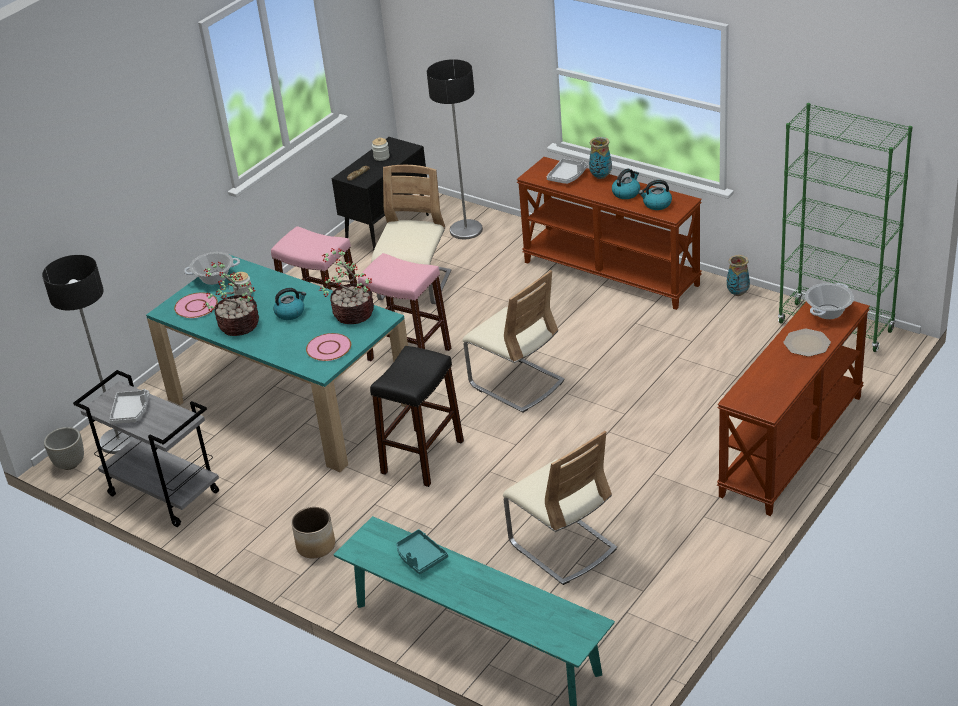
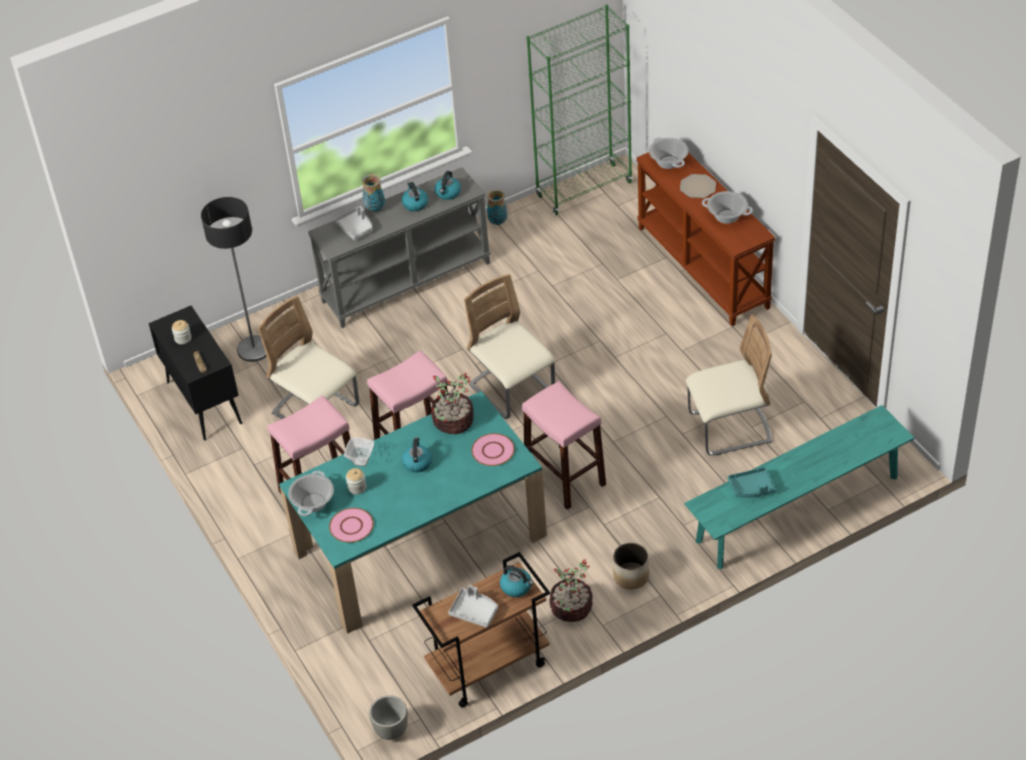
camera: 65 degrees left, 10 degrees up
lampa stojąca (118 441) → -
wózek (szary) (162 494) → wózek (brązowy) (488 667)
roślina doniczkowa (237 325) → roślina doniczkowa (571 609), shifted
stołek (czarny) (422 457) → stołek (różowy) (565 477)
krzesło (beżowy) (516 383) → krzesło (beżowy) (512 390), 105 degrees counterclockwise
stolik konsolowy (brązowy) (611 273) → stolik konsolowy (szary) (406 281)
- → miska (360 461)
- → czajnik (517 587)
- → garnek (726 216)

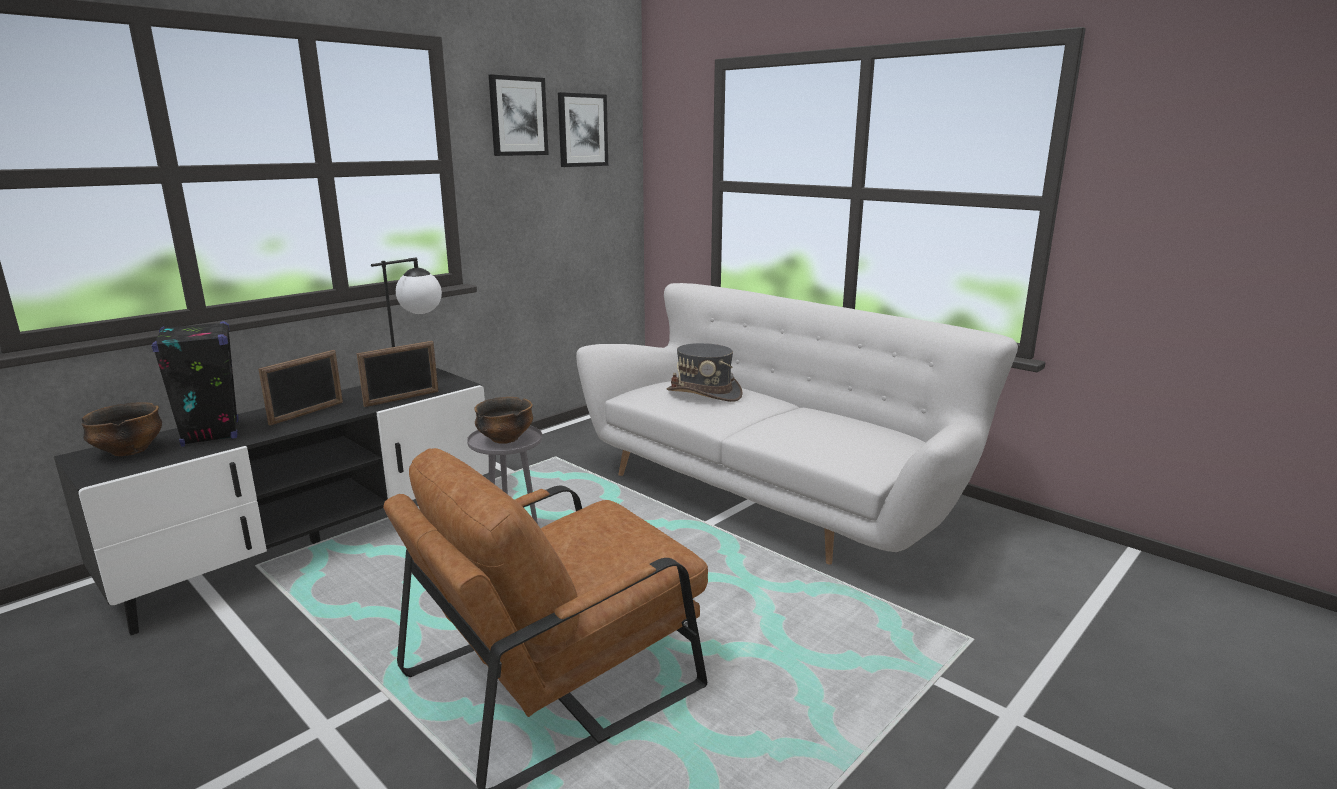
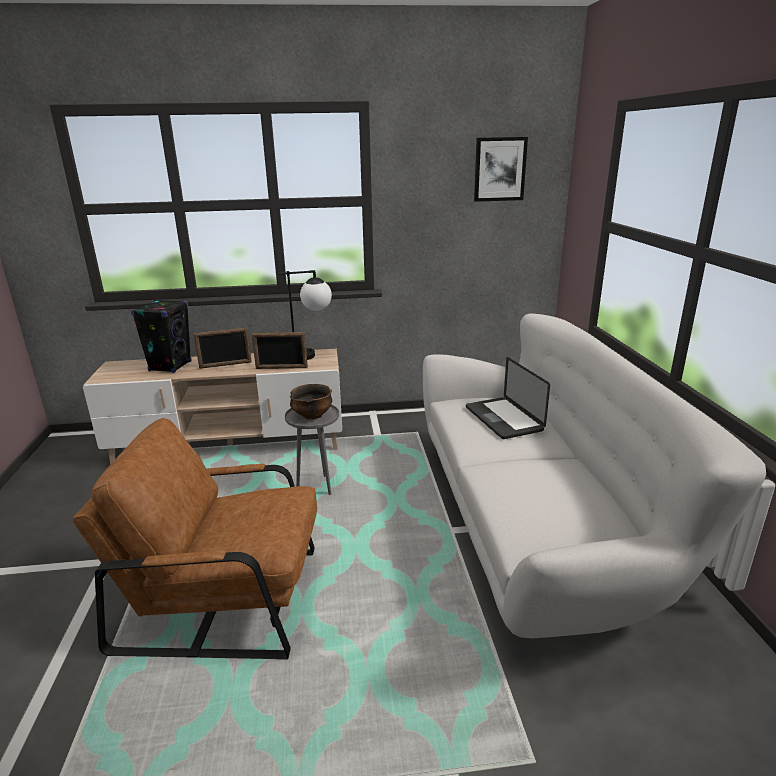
camera: 40 degrees right, 5 degrees up
szafka pod telewizor (czarny) (317 542) → szafka pod telewizor (beżowy) (230 445)
miska (129 451) → -
obraz (518 116) → -
kapelusz (szary) (704 393) → laptop (503 419)

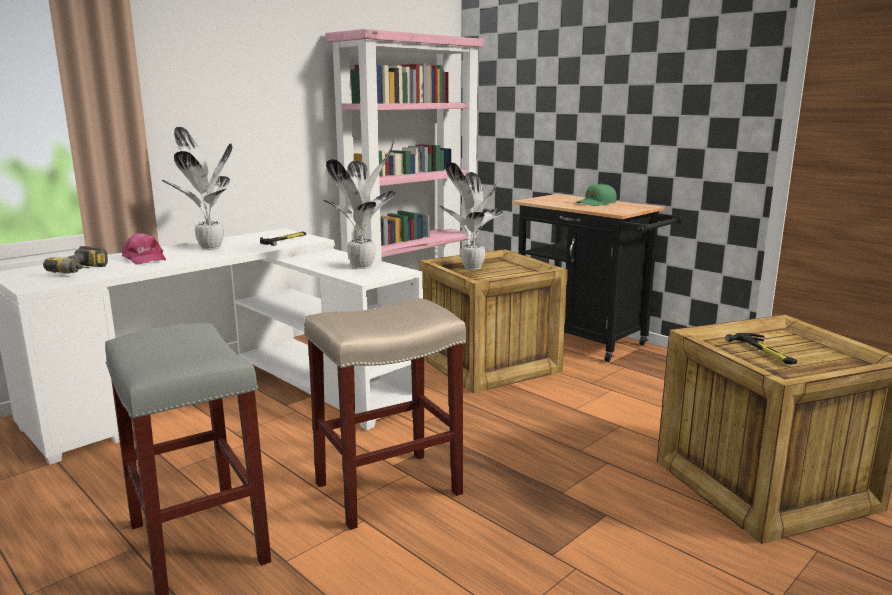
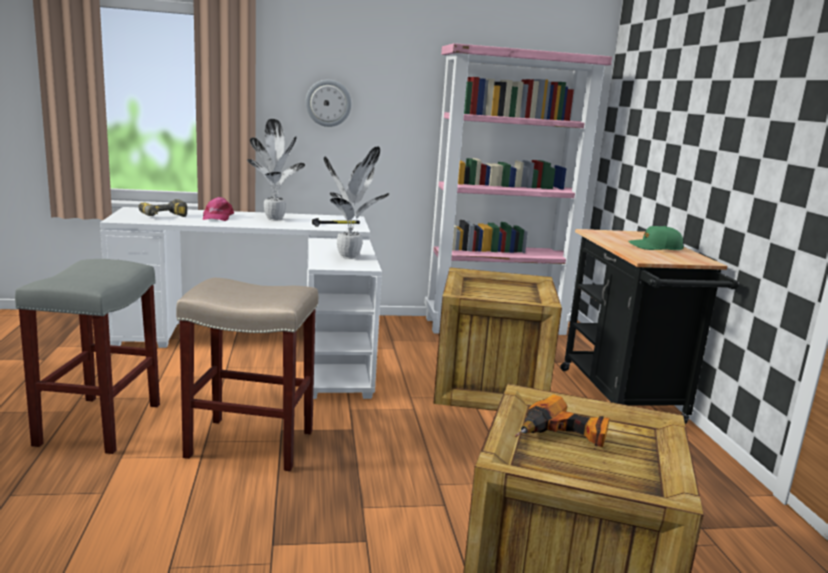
camera: 35 degrees right, 0 degrees up
roślina doniczkowa (470 268) → -
młotek (764 351) → wiertarka (563 437)
- → zegar ścienny (328 103)

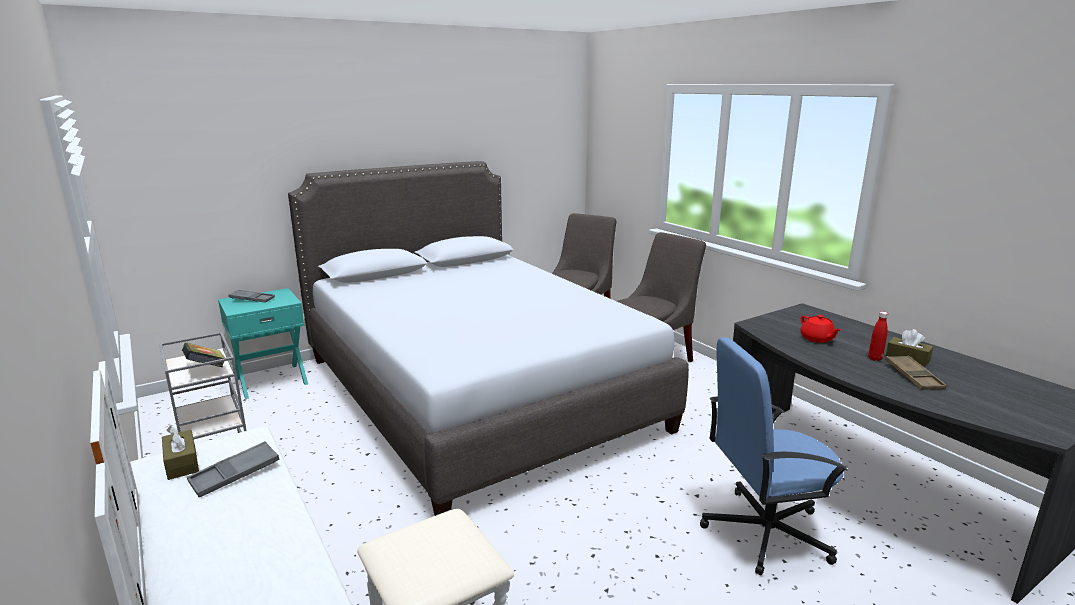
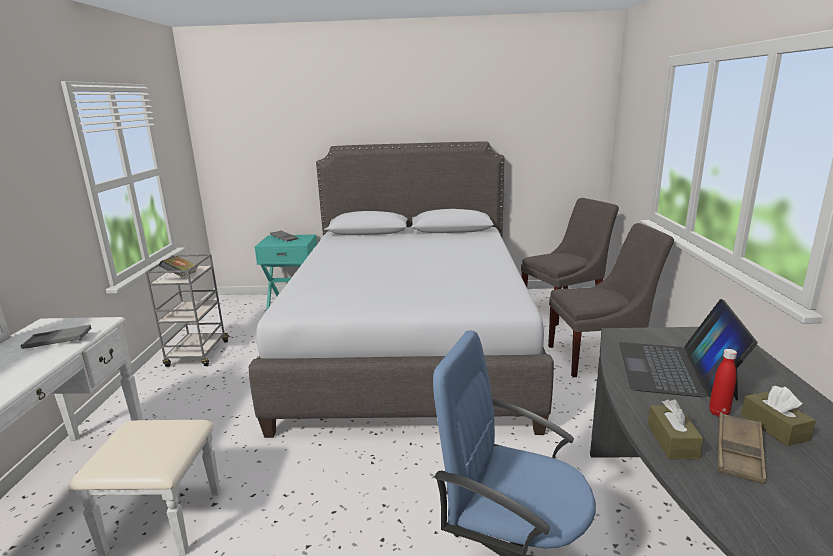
camera: 35 degrees right, 0 degrees up
pudełko chusteczek (brązowy) (182 463) → pudełko chusteczek (brązowy) (672 441), shifted
imbryk (czerwony) (817 339) → laptop (675 369)

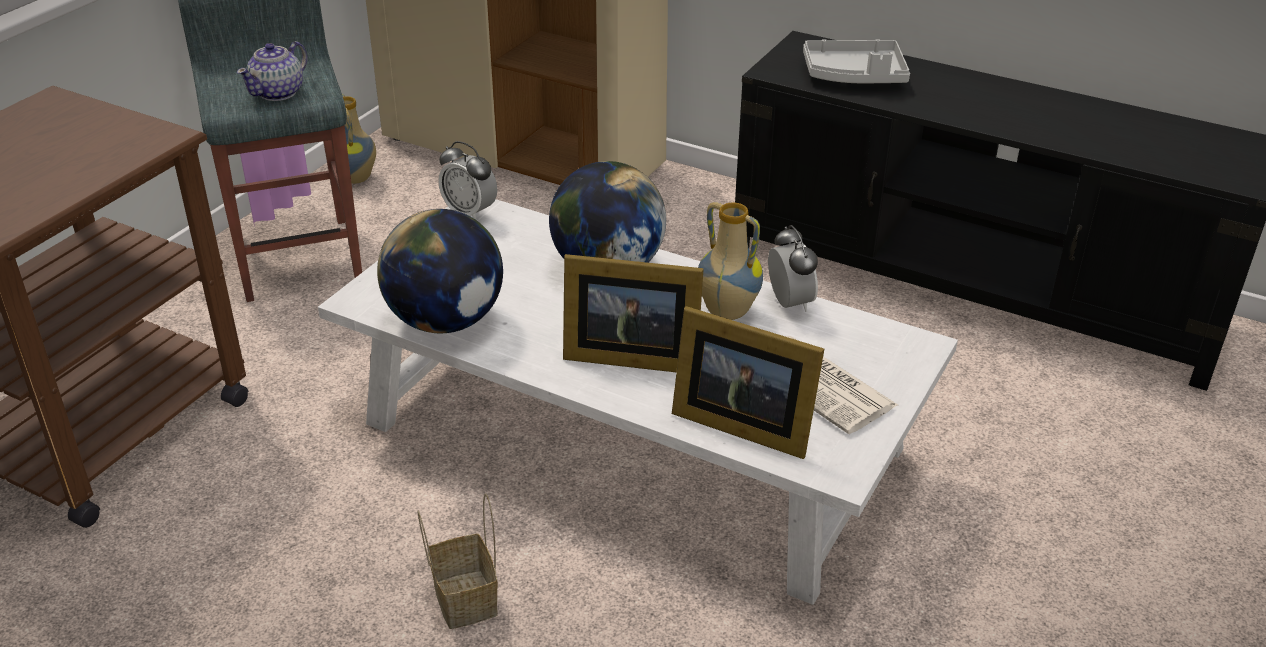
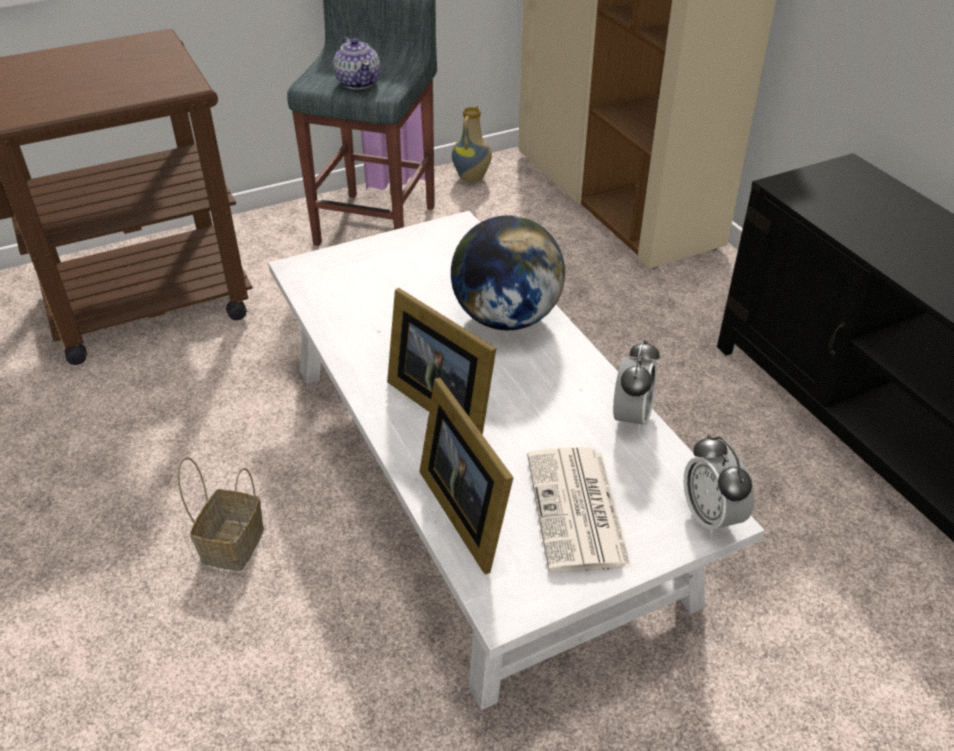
camera: 35 degrees right, 5 degrees up
imbryk (278 93) → imbryk (358 82), 90 degrees counterclockwise
globus (446 321) → -
budzik (470 212) → budzik (711 517), shifted
wazon (726 312) → -
taca (szary) (854 76) → -

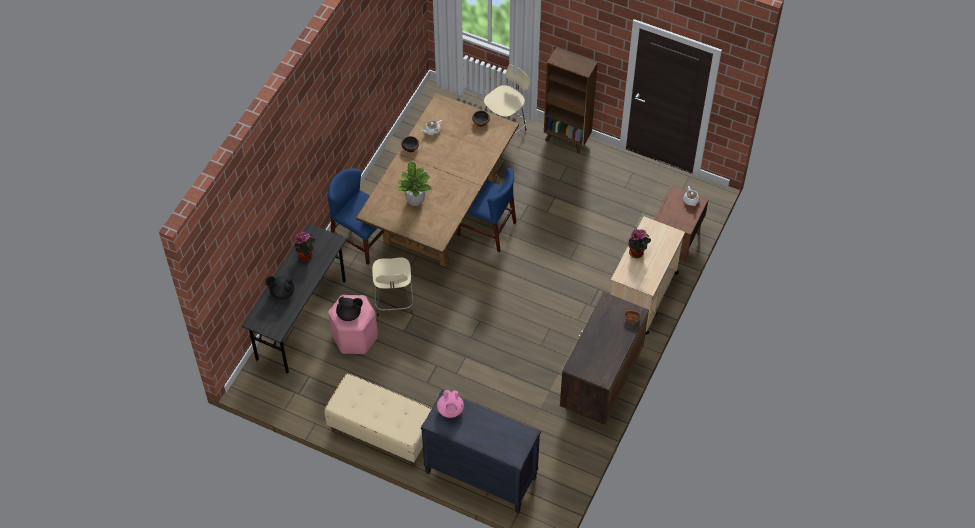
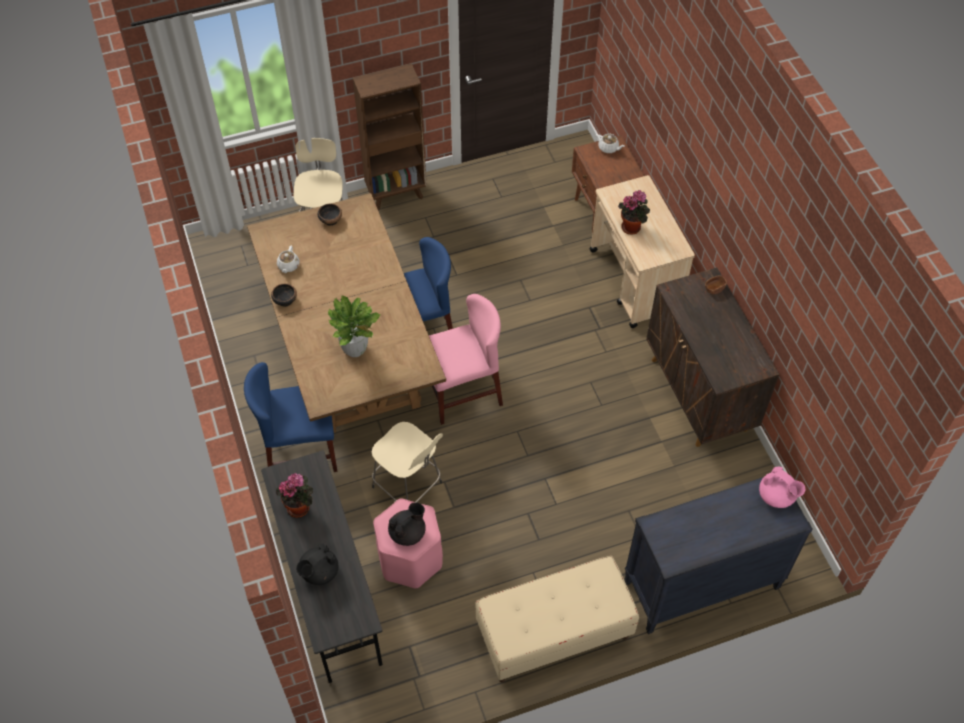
camera: 45 degrees left, 0 degrees up
imbryk (różowy) (450 410) → imbryk (różowy) (777 496), shifted
- → krzesło (różowy) (462 393)

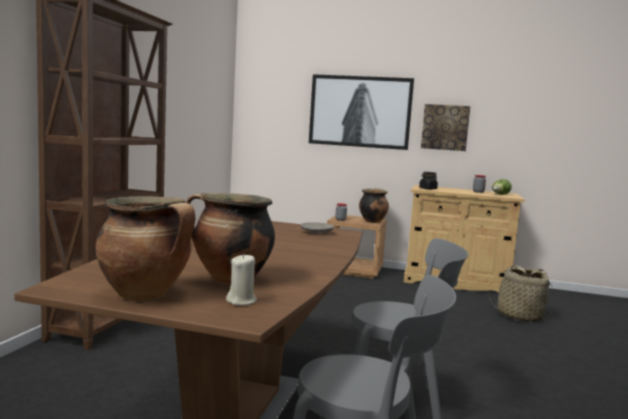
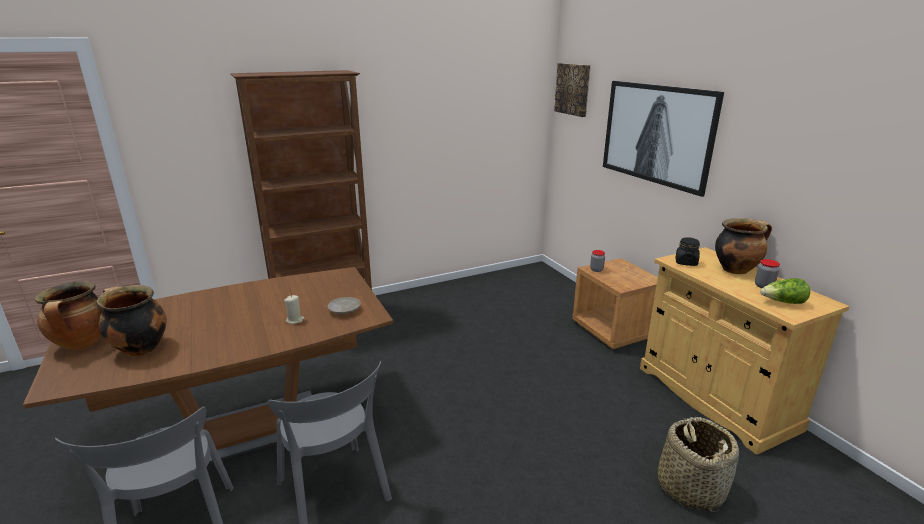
camera: 50 degrees right, 15 degrees up
świeca (beżowy) (241 301) → świeca (beżowy) (295 320), shifted
garnek (372 221) → garnek (736 269), shifted
obraz (445 127) → obraz (573 89), shifted

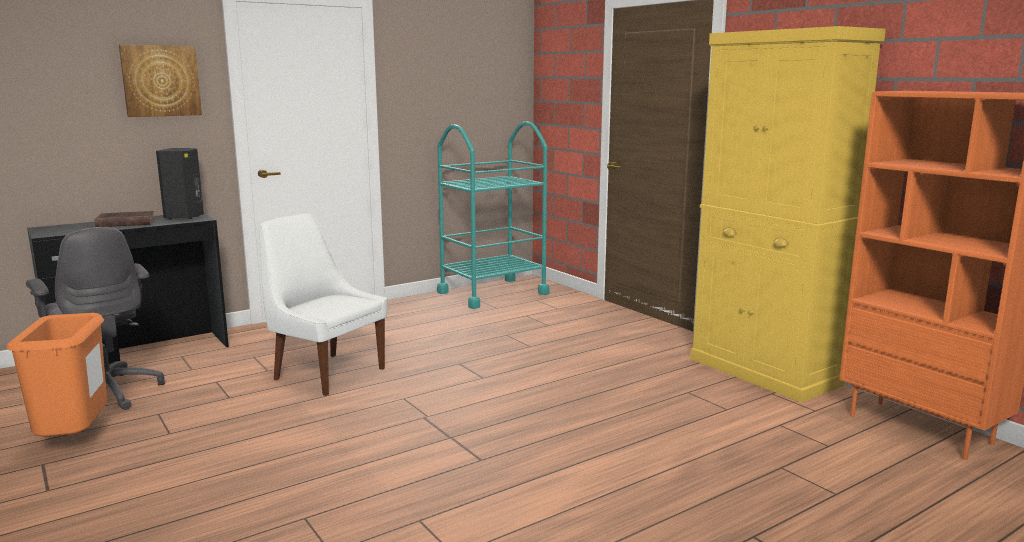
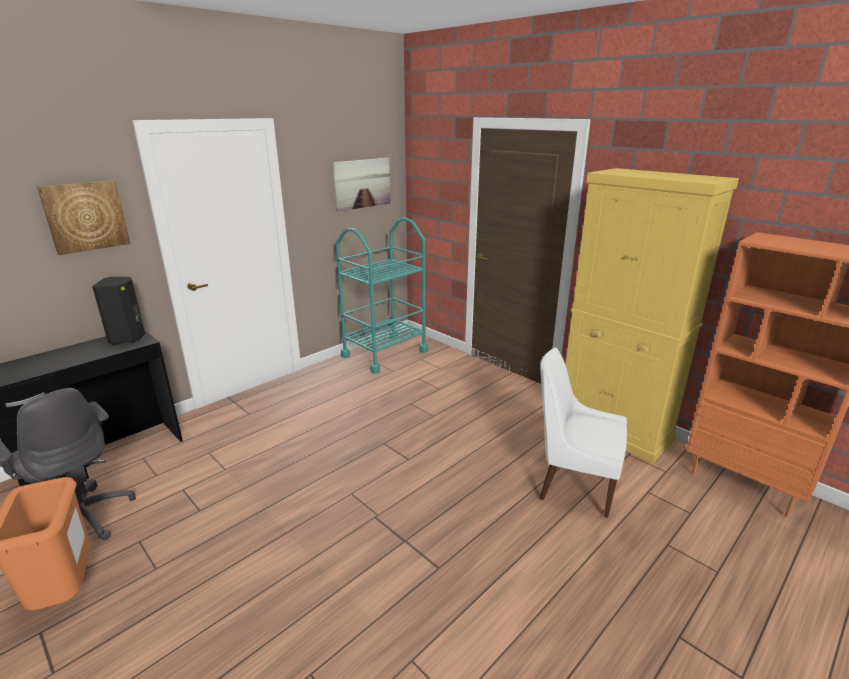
camera: 10 degrees left, 10 degrees up
książka (brązowy) (124 223) → -
krzesło (biały) (326 373) → krzesło (biały) (573 484), shifted
- → obraz (362 183)

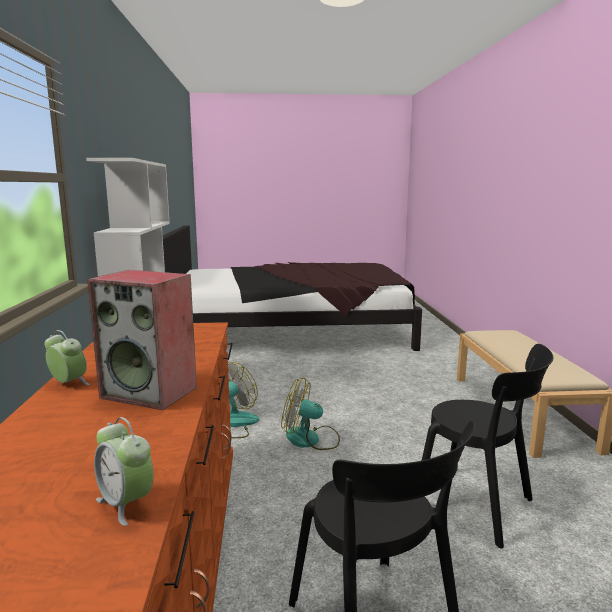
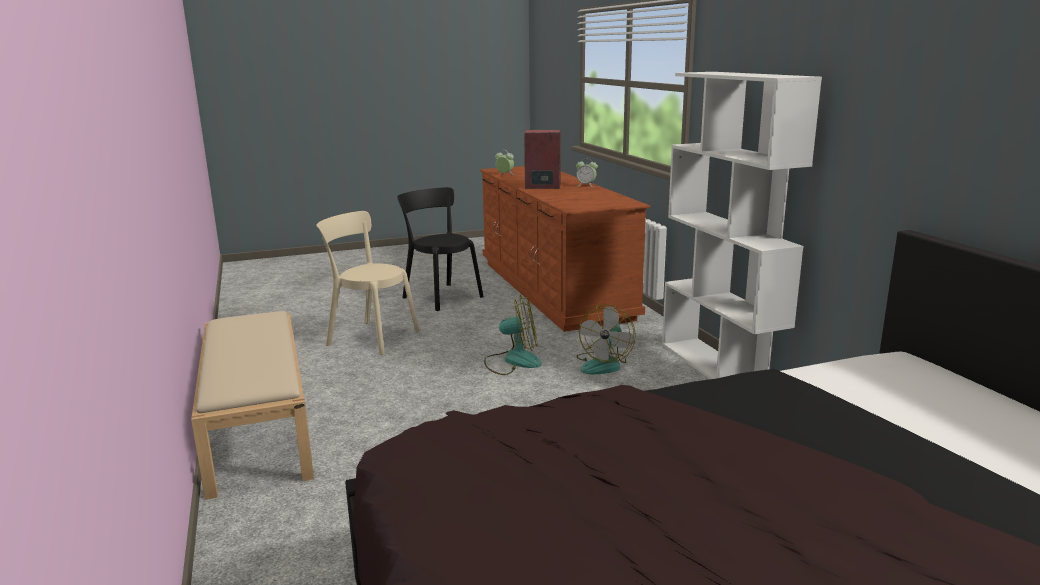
camera: 165 degrees right, 5 degrees up
krzesło (czarny) (478 506) → krzesło (beżowy) (370 337)

